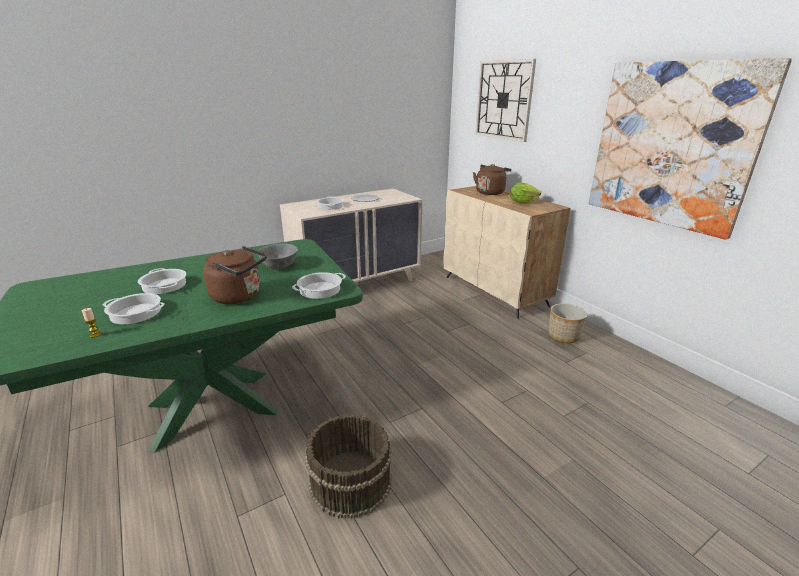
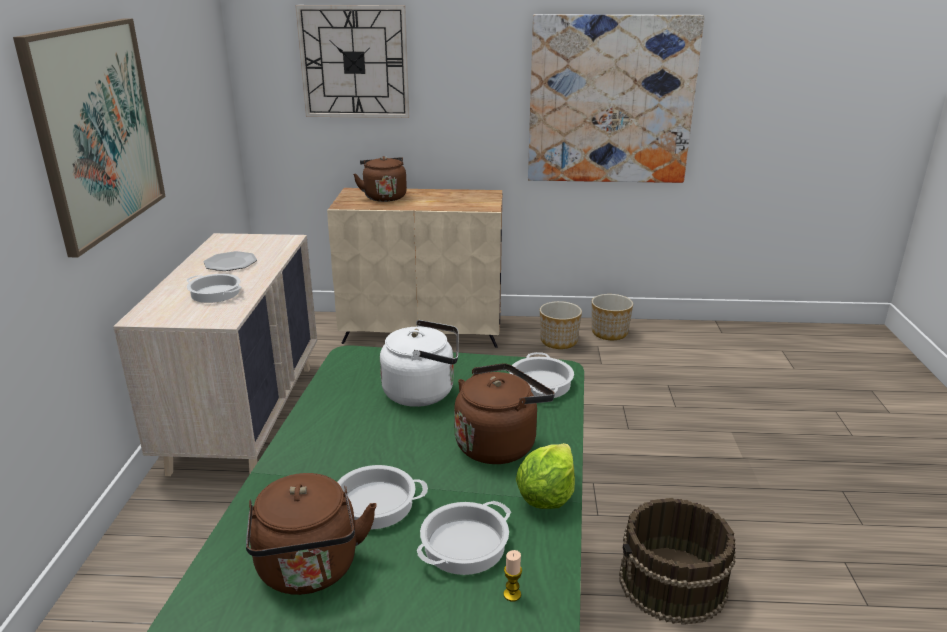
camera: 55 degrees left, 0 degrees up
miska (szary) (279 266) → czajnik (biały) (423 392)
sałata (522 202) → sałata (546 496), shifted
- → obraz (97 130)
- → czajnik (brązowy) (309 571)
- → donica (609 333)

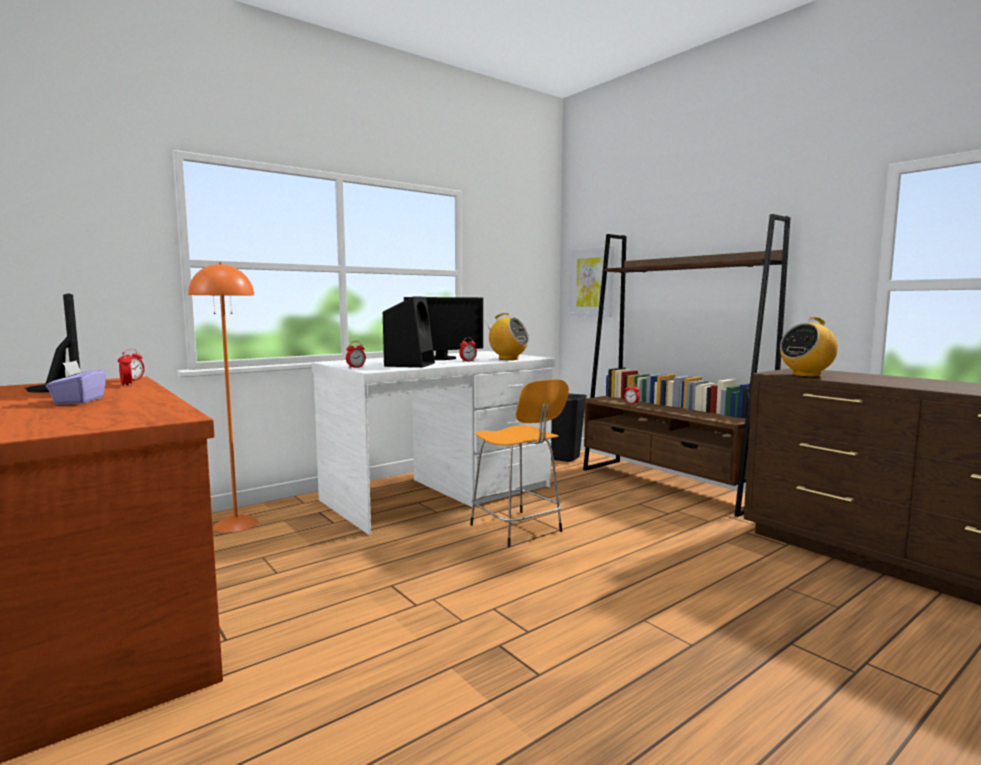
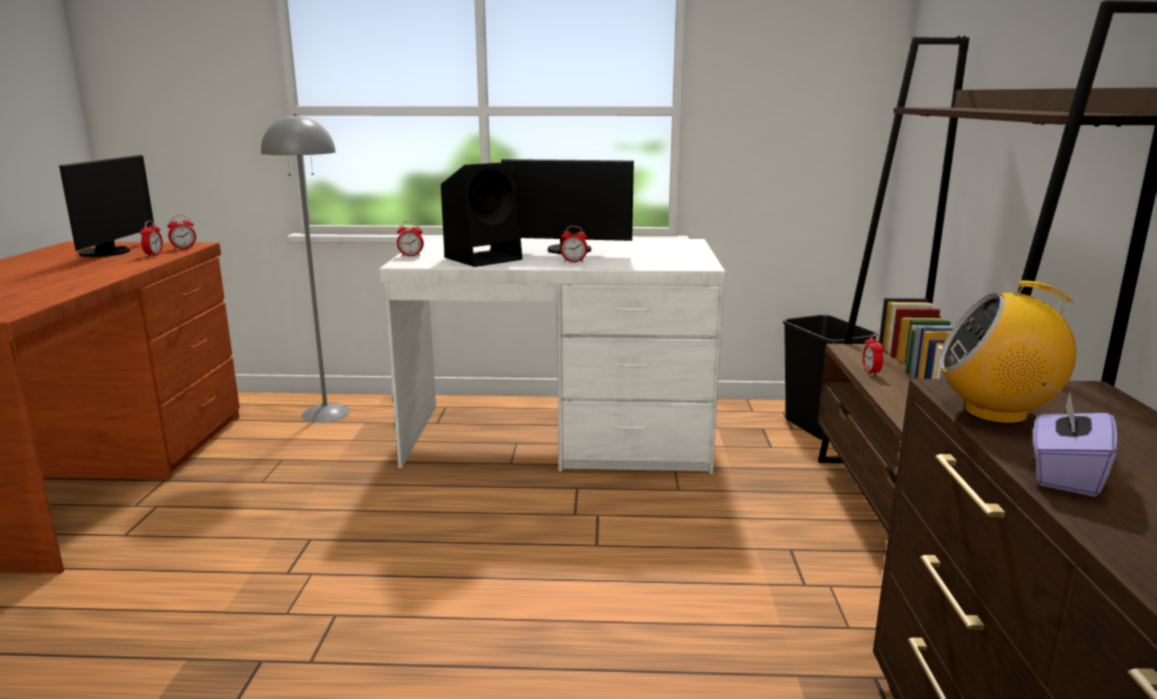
camera: 40 degrees right, 10 degrees up
pudełko chusteczek (fioletowy) (79 401) → pudełko chusteczek (fioletowy) (1064 475), shifted
lampa stojąca (pomarańczowy) (236 524) → lampa stojąca (szary) (325 413)
stołek (pomarańczowy) (517 529) → -
radio (508 359) → -
obraz (592 282) → -

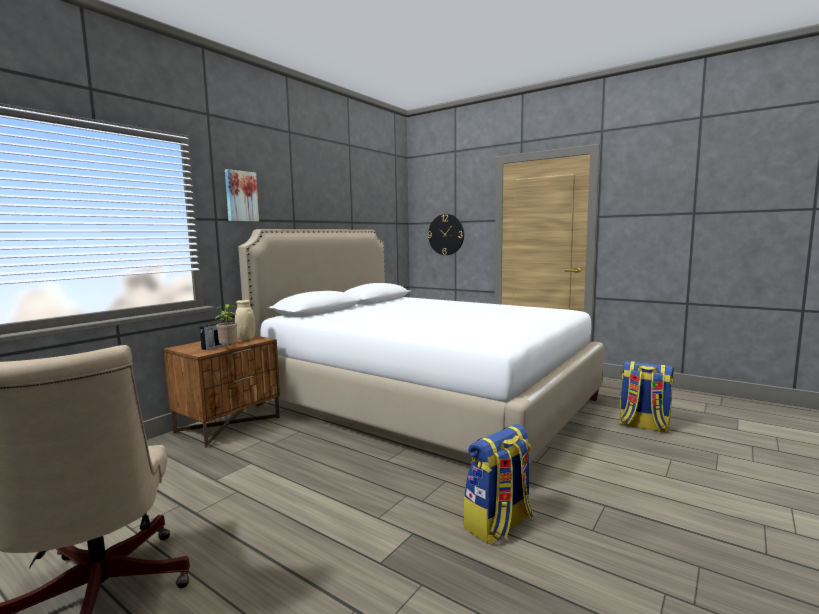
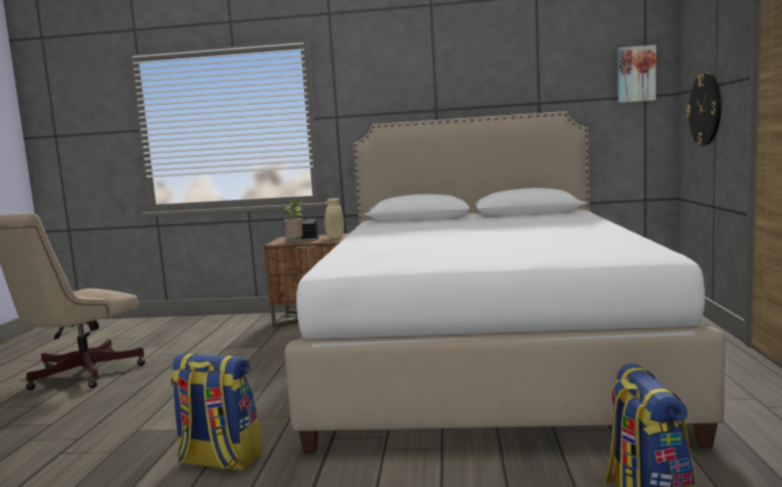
camera: 60 degrees right, 0 degrees up
obraz (241 196) → obraz (636 74), shifted

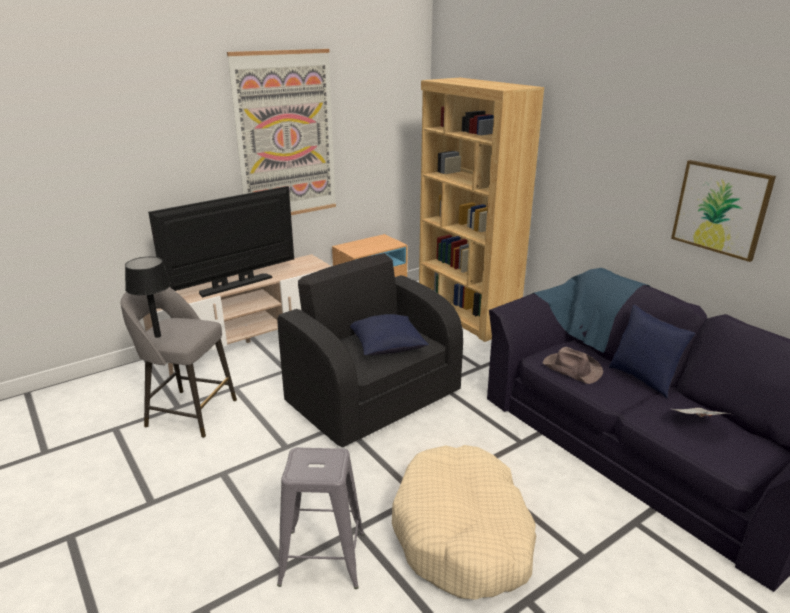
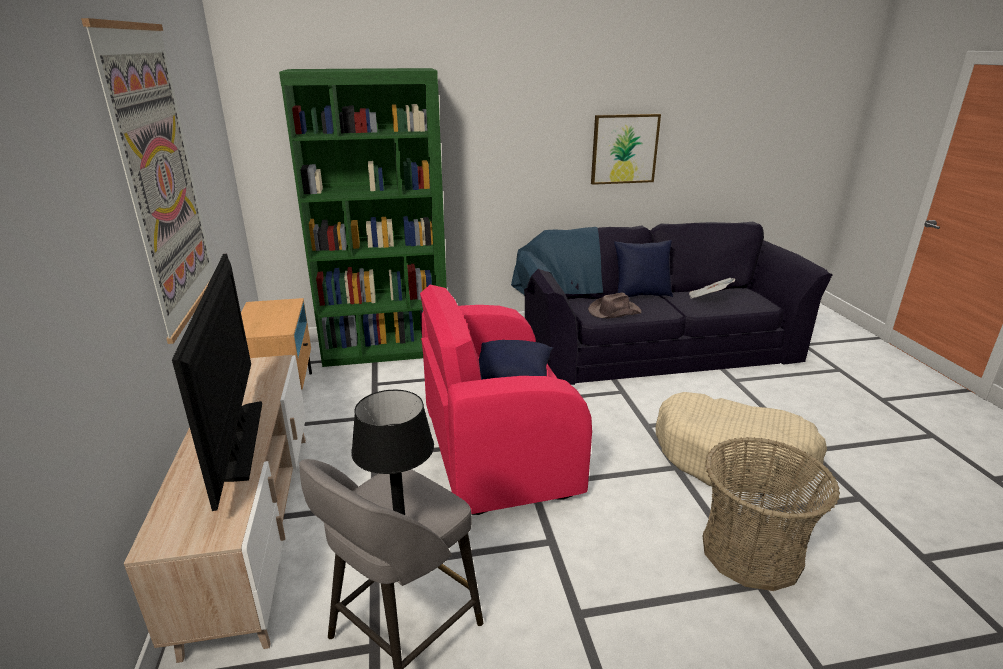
camera: 65 degrees left, 0 degrees up
fotel (czarny) (374 397) → fotel (różowy) (495 450)
stołek (szary) (323 558) → koszyk (751 552)
regał (brązowy) (466 315) → regał (zielony) (387 350)

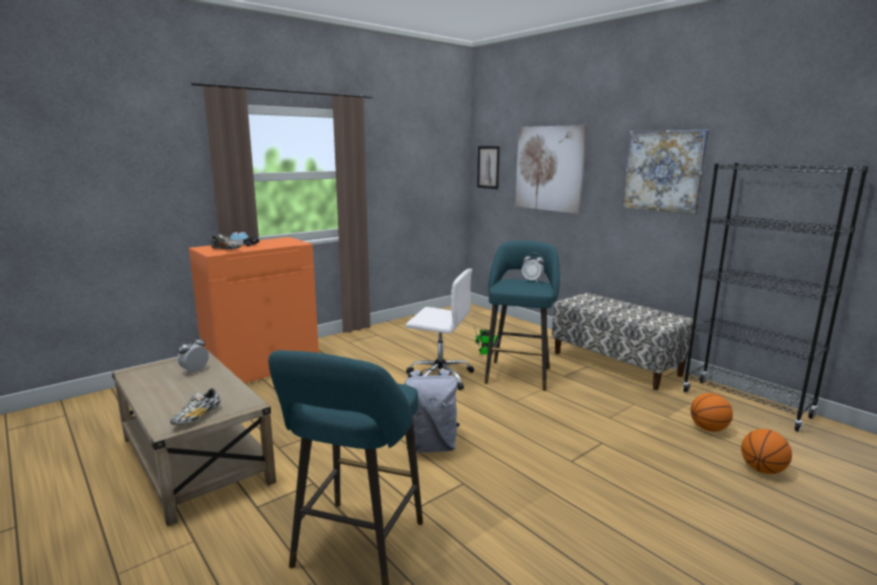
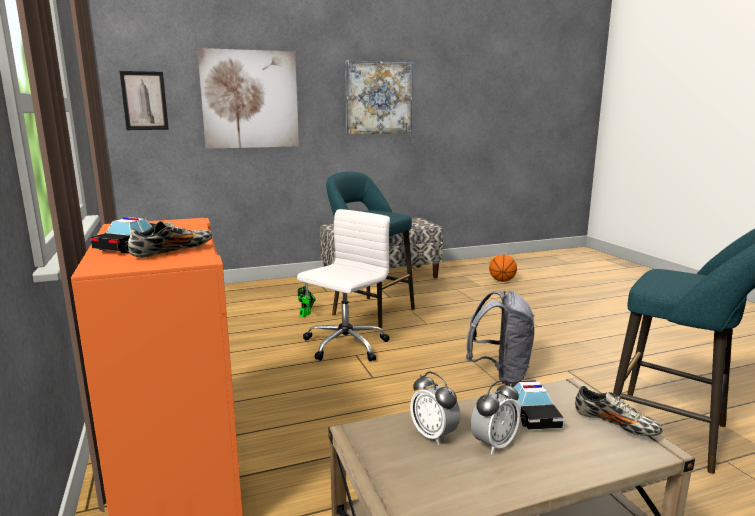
camera: 70 degrees left, 0 degrees up
budzik (532 280) → budzik (494 444), shifted
regał (czarny) (745 404) → -
piłka do koszykówki (762 470) → -
- → samochodzik (531 412)

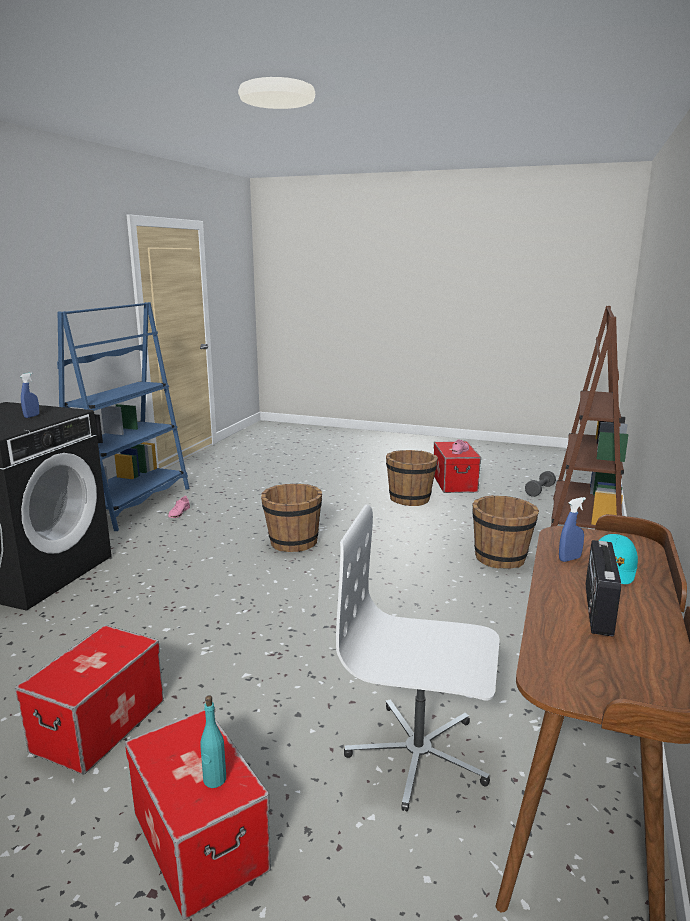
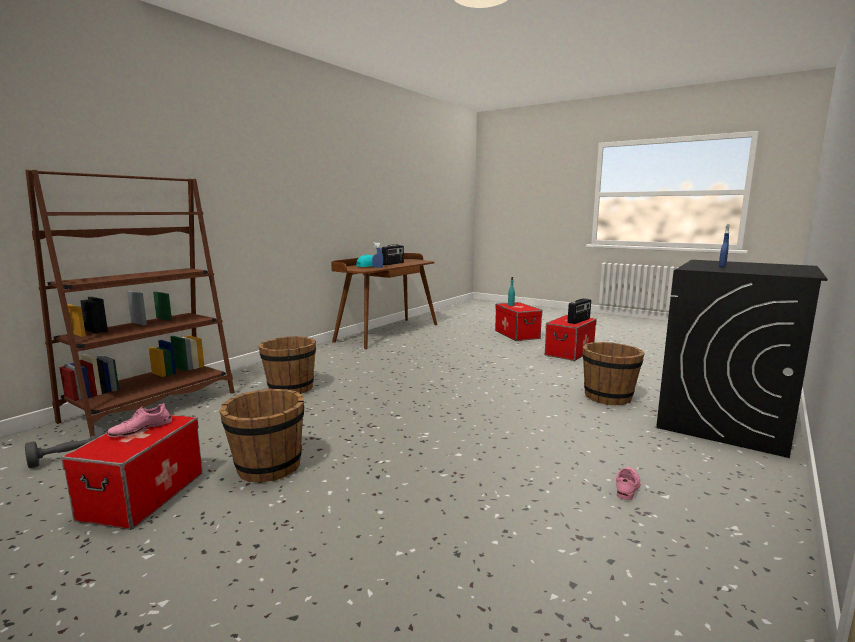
camera: 165 degrees left, 5 degrees down
regał (niebieski) (130 505) → -
wiadro (brązowy) (293 542) → wiadro (brązowy) (608 397), shifted
krzesło biurowe (biały) (418 755) → -
- → radio (579 321)

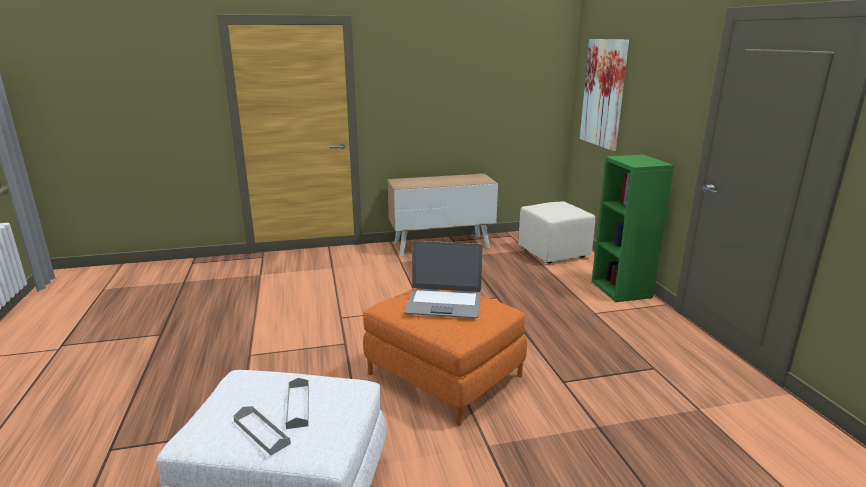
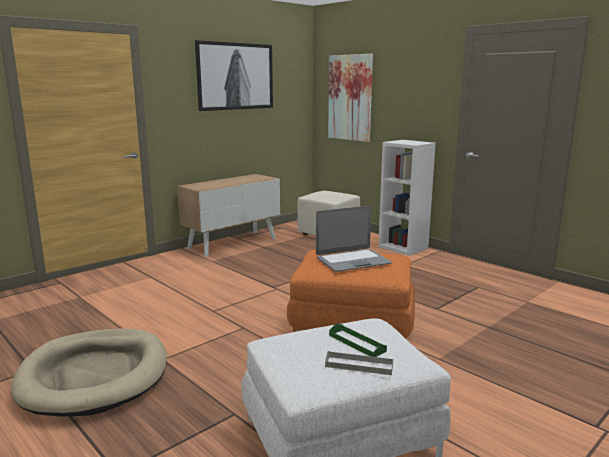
camera: 30 degrees left, 5 degrees down
taca (szary) (298 406) → taca (zielony) (357 343)
regał (zielony) (622 290) → regał (biały) (403 247)
- → legowisko (beżowy) (95 375)
- → obraz (235 76)

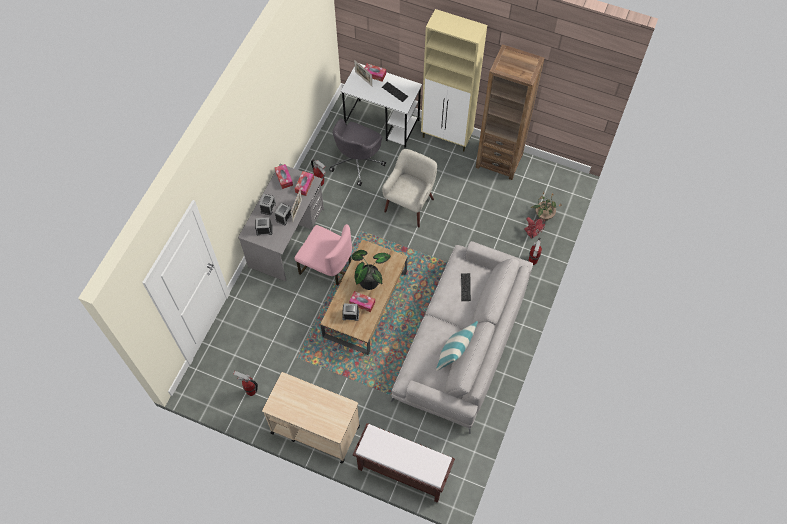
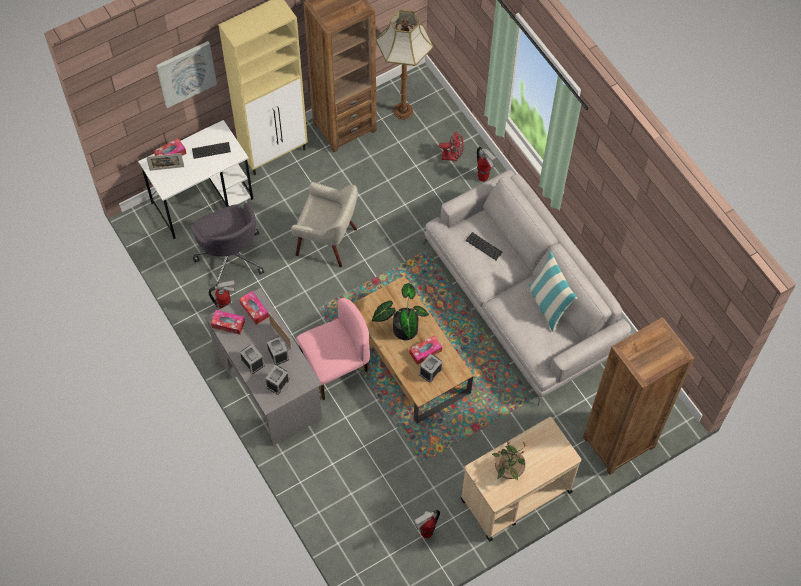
camera: 55 degrees left, 0 degrees up
ławka (brązowy) (402 471) → regał (brązowy) (618 442)
fotel (beżowy) (410 205) → fotel (beżowy) (327 241), 135 degrees clockwise
roślina doniczkowa (543 215) → roślina doniczkowa (508 470), shifted
- → obraz (186 73)
- → lampa stojąca (403 110)

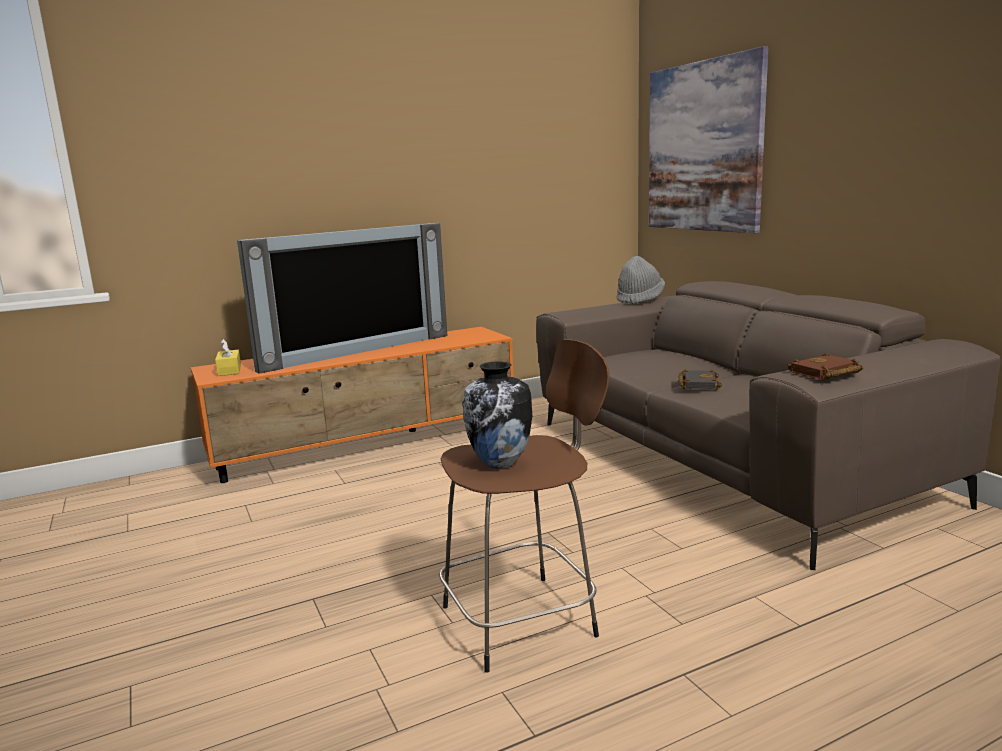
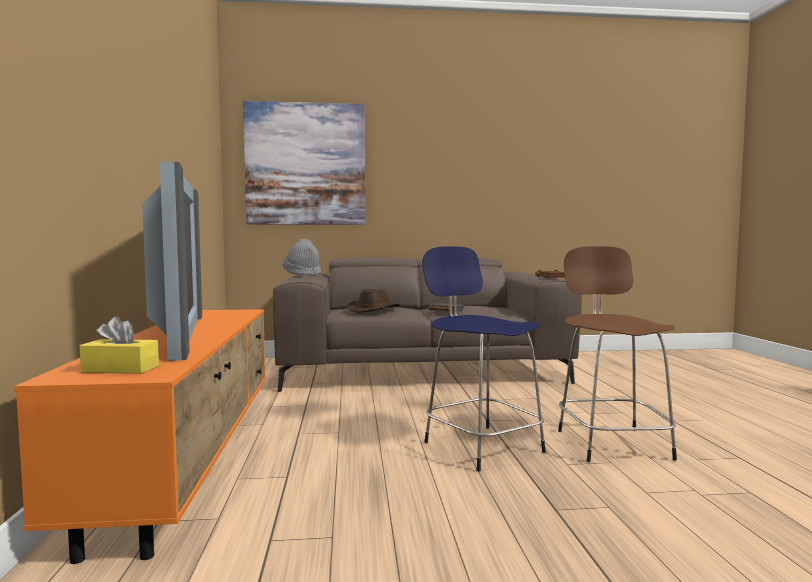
camera: 70 degrees left, 10 degrees down
wazon (500 463) → -
- → kapelusz (brązowy) (374 310)
- → stołek (niebieski) (480 445)

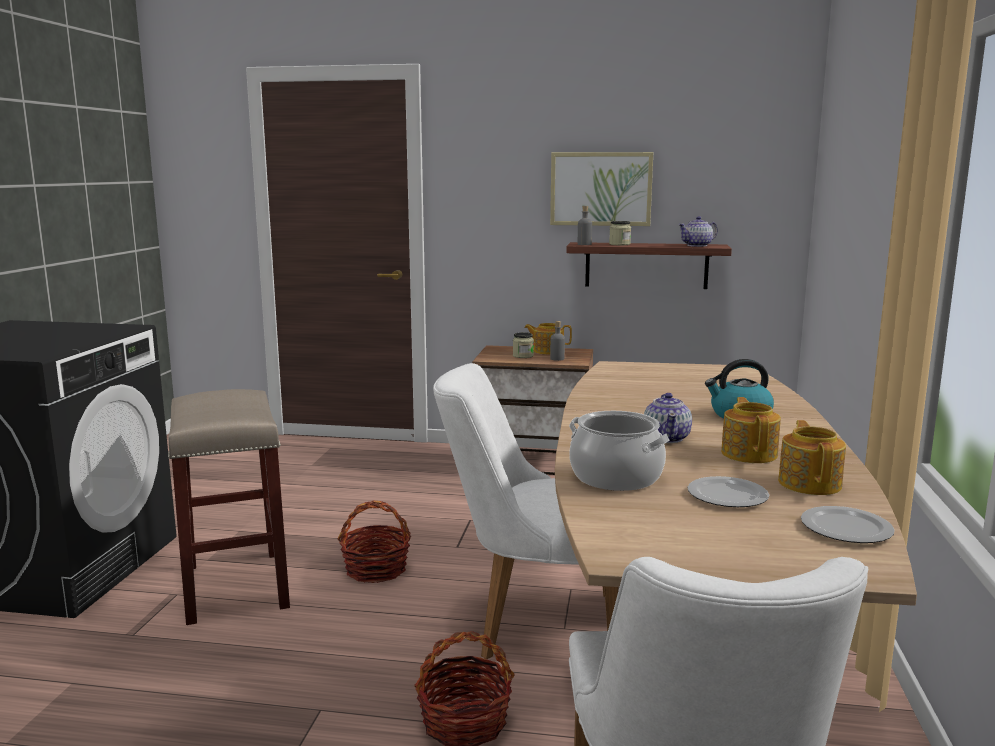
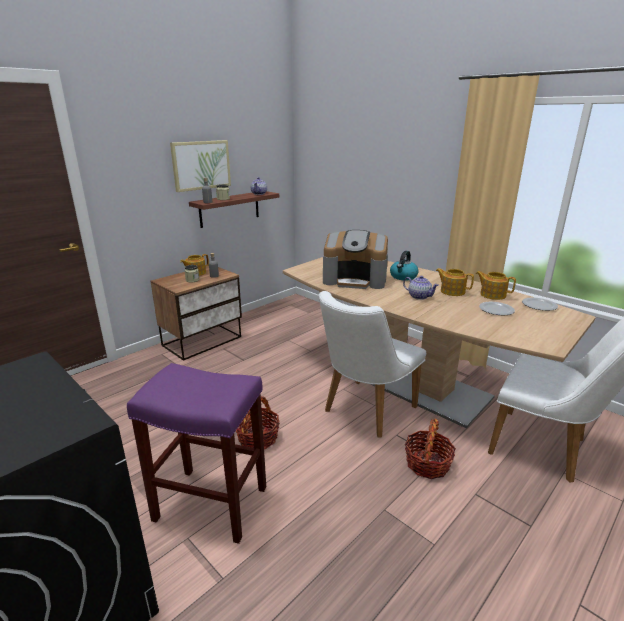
camera: 55 degrees left, 10 degrees up
stołek (beżowy) (234 586) → stołek (fioletowy) (209 504)
garnek (616 477) → -
- → ekspres do kawy (355 280)

